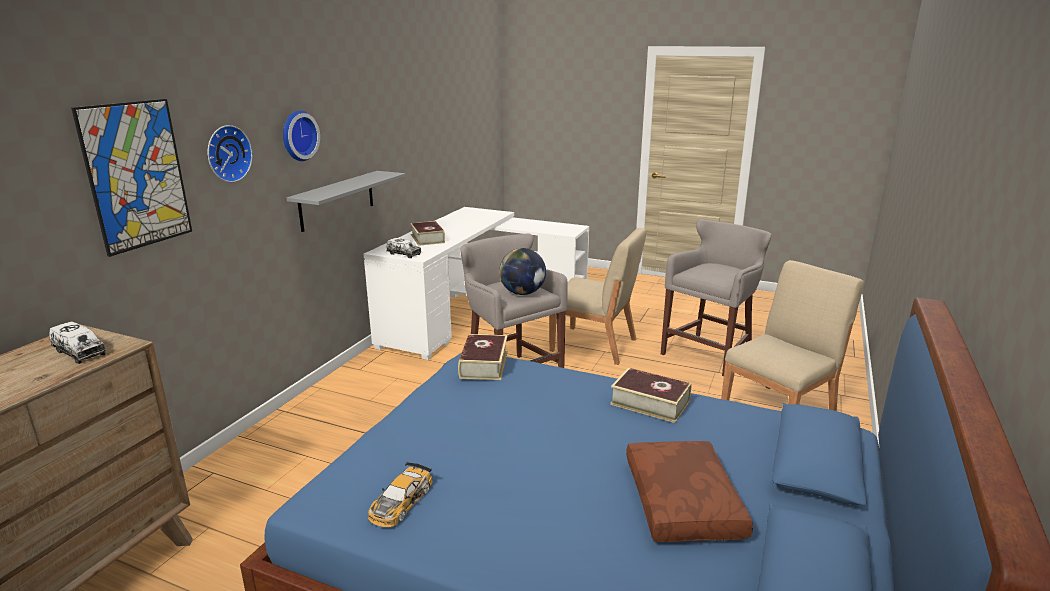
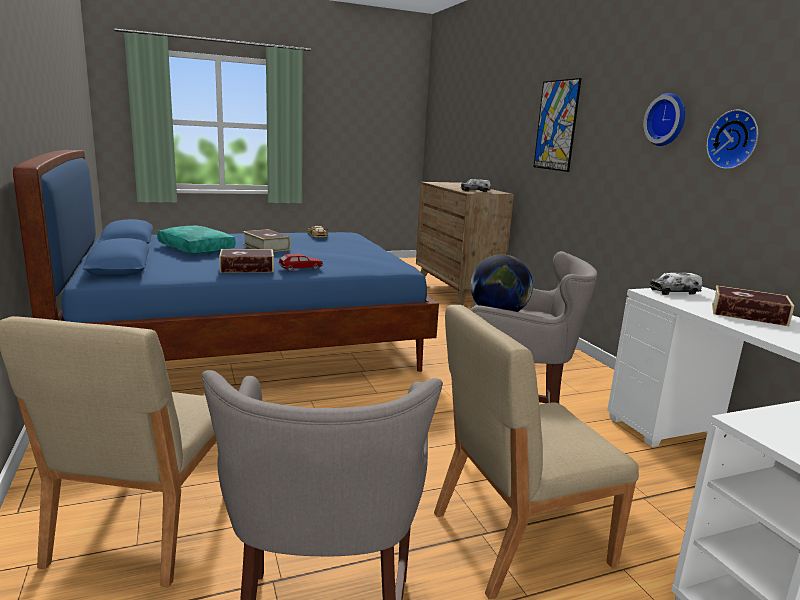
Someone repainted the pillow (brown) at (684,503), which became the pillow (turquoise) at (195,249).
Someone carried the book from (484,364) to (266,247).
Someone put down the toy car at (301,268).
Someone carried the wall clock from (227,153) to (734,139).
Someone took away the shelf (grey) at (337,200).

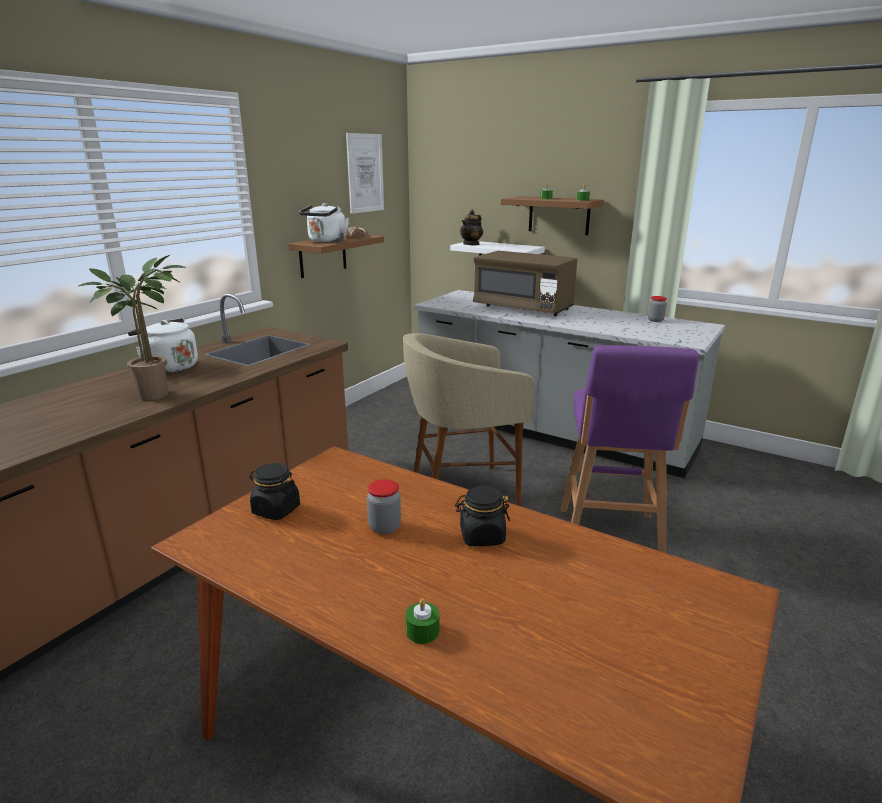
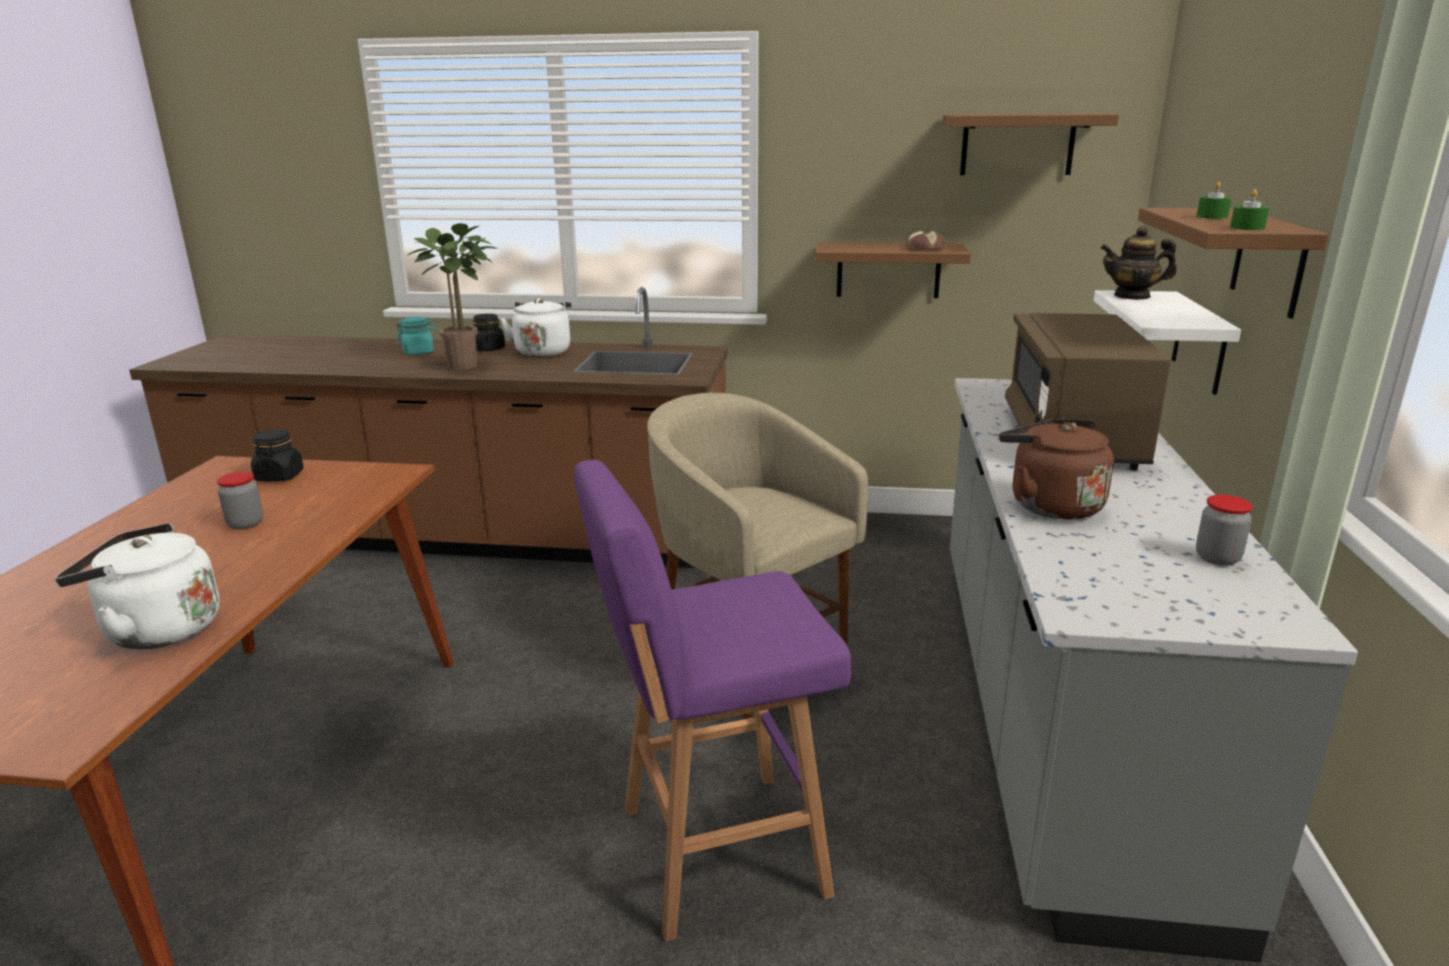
Someone carried the kettle (white) from (326,241) to (156,630).
Someone put down the jar (turquoise) at (418,352).
Someone carried the jar (black) from (481,536) to (488,348).
Someone swapped the picture at (365,173) for the shelf (brown) at (1017,144).
Someone put down the kettle (brown) at (1050,505).
Someone took away the candle (green) at (422,631).

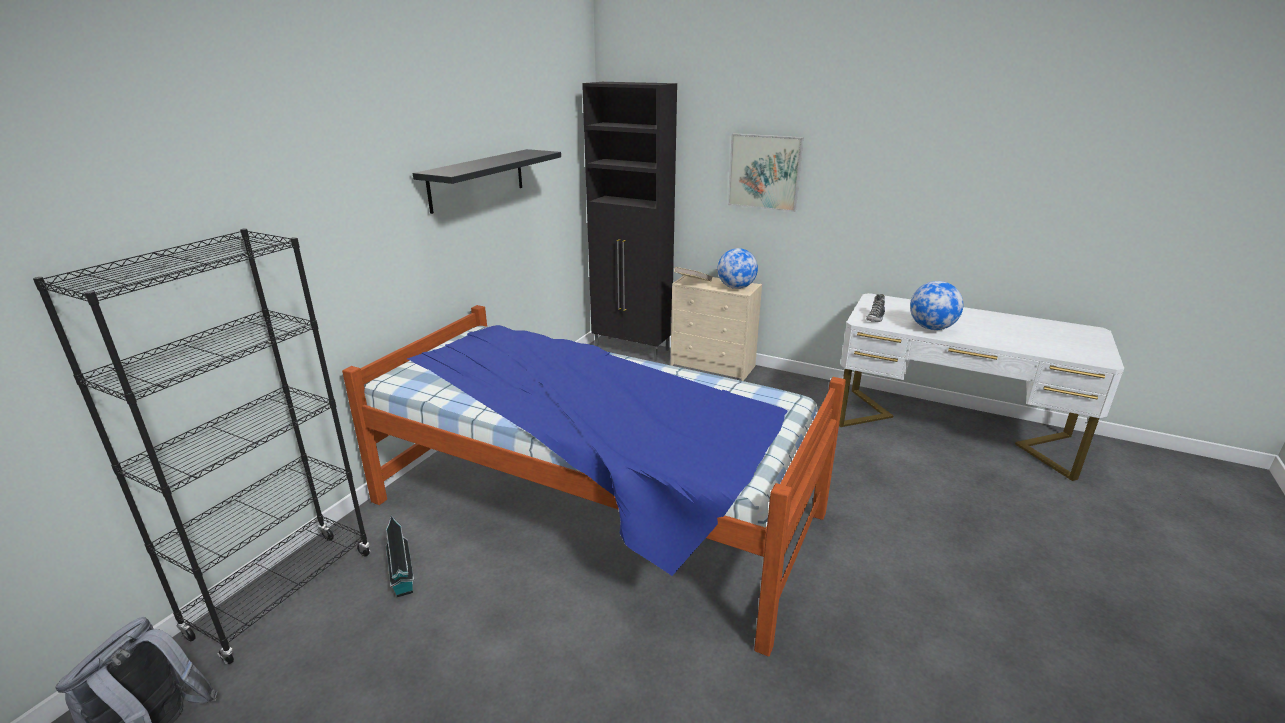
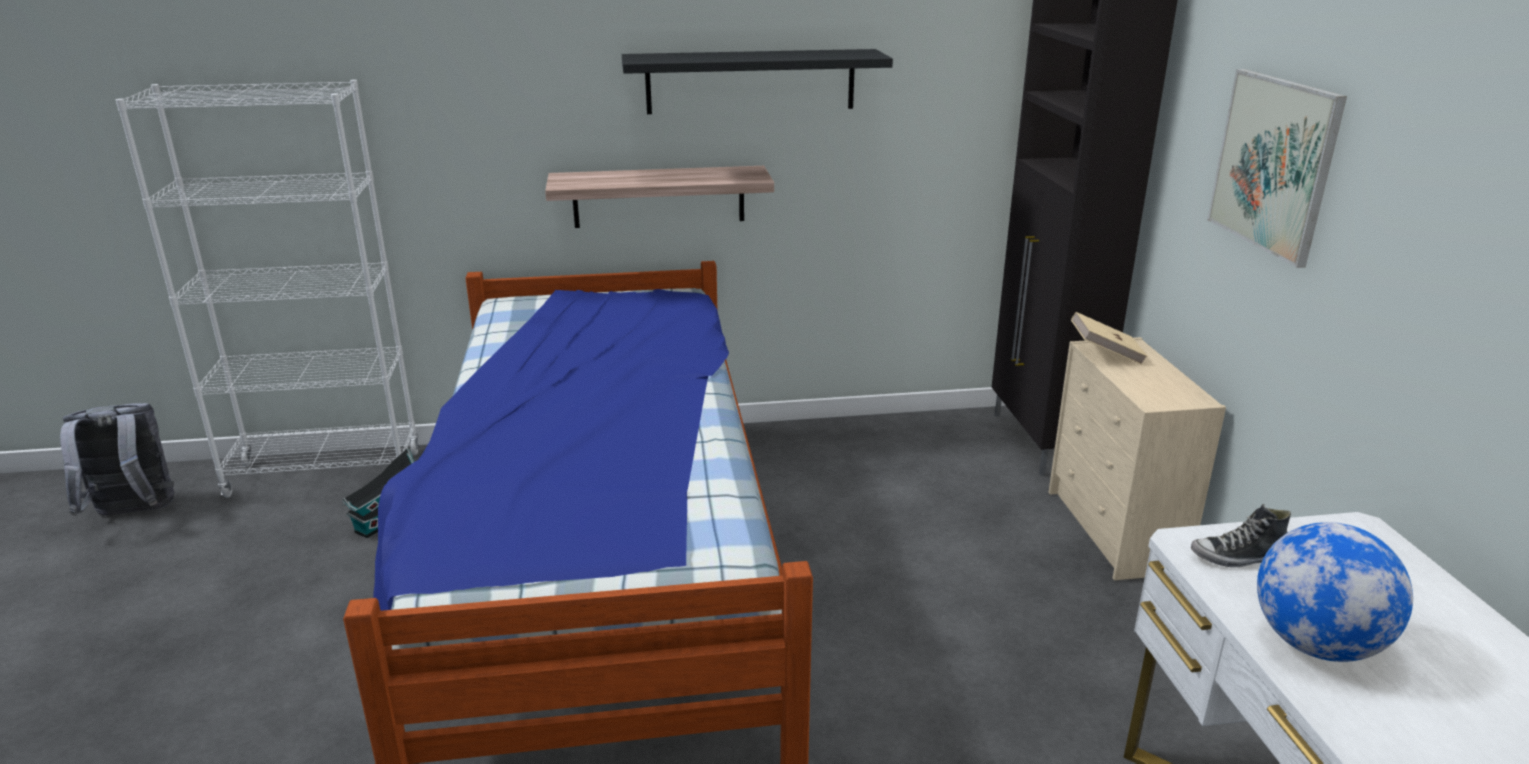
Someone repainted the bookcase (black) at (284,593), which became the bookcase (white) at (326,474).
Someone put up the shelf at (659,196).
Someone took away the globe at (736,287).

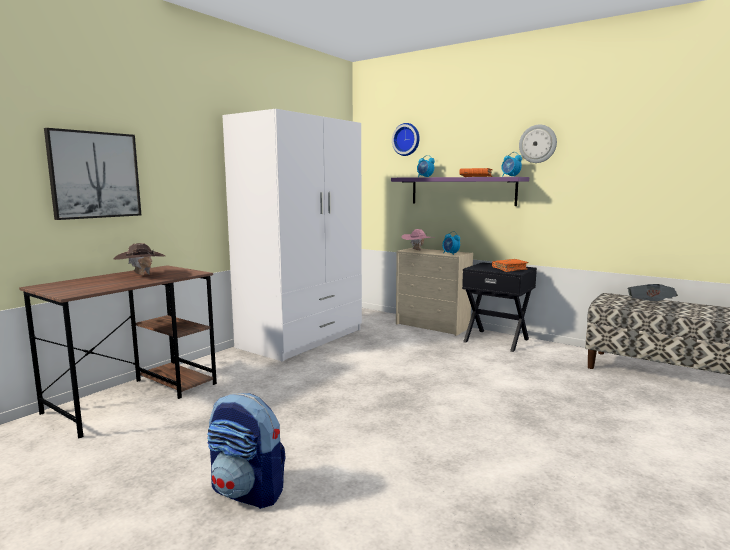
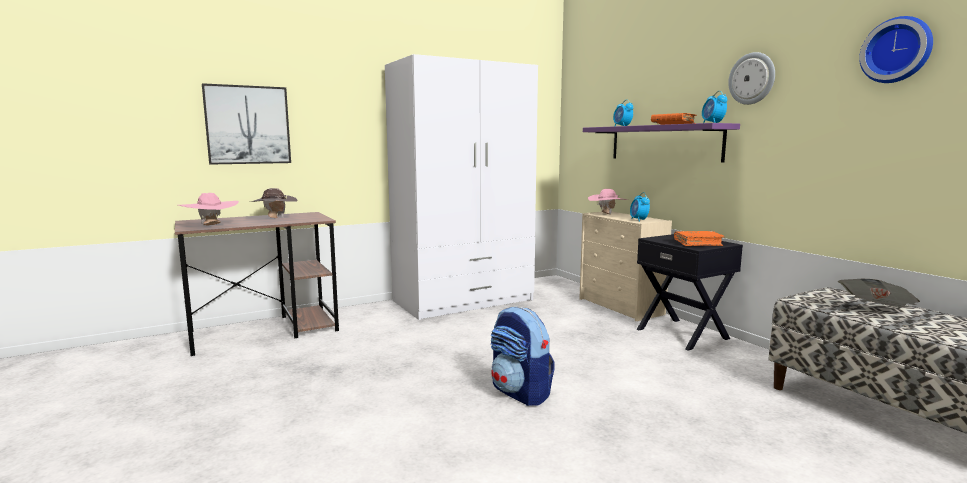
Someone put down the hat (pink) at (211,226).
Someone carried the backpack from (248,492) to (520,393).
Someone carried the wall clock from (407,139) to (897,50).

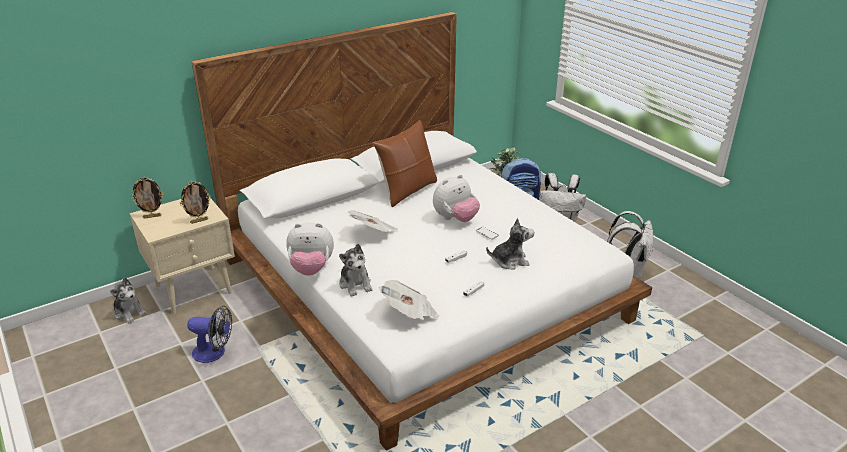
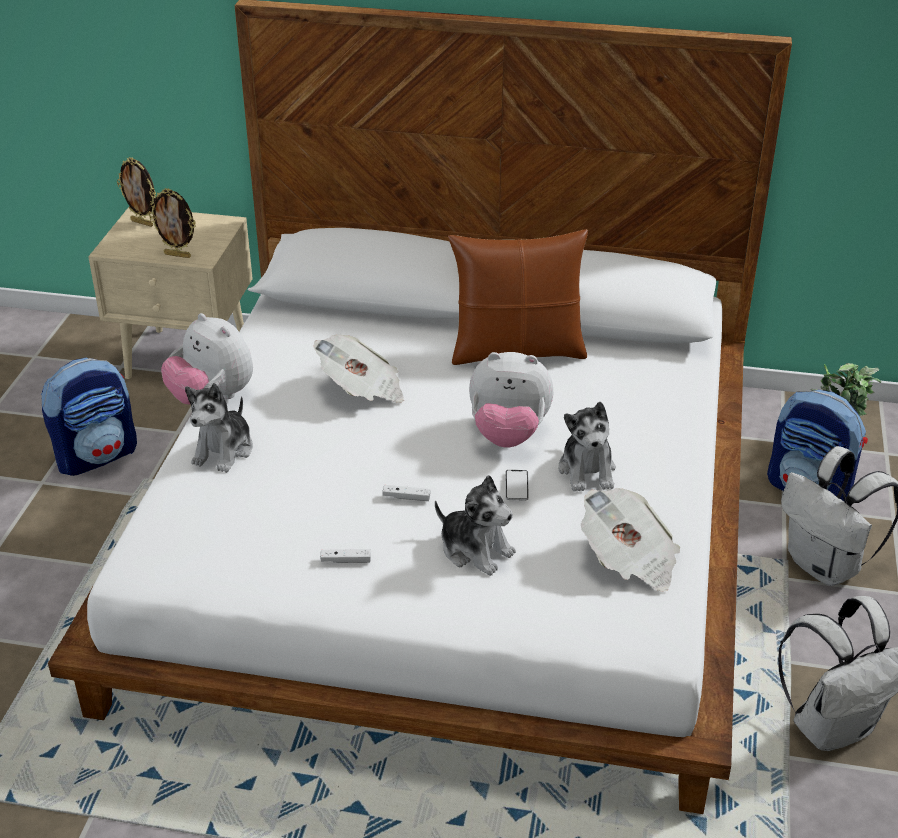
Someone swapped the fan at (214,352) for the backpack at (97,456).
Someone carried the plush toy from (129,312) to (587,470).
Someone carried the newspaper from (409,313) to (629,560).

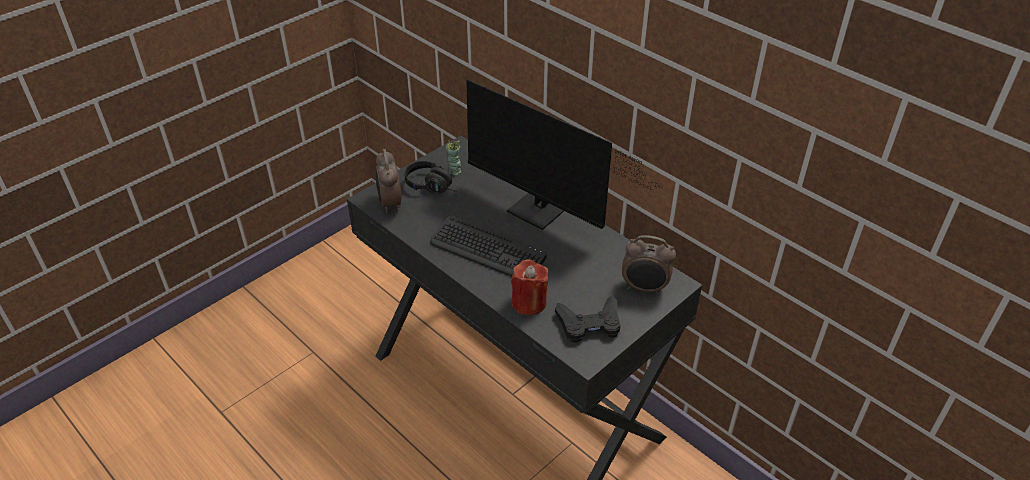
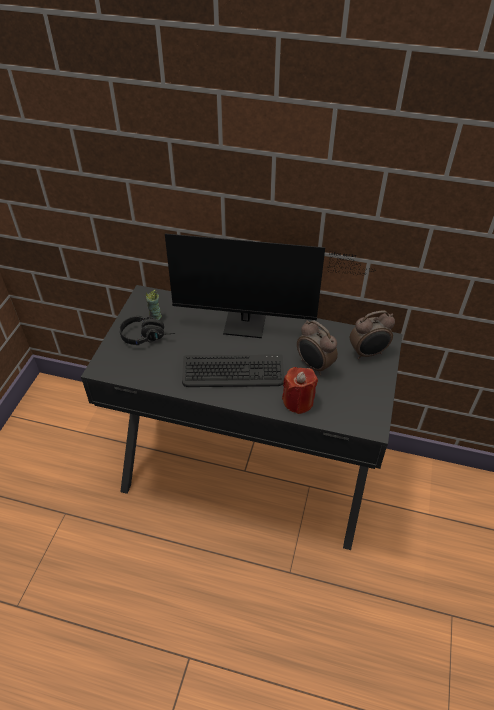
Someone carried the alarm clock from (390,204) to (314,366).
Someone took away the game controller (black) at (589,324).

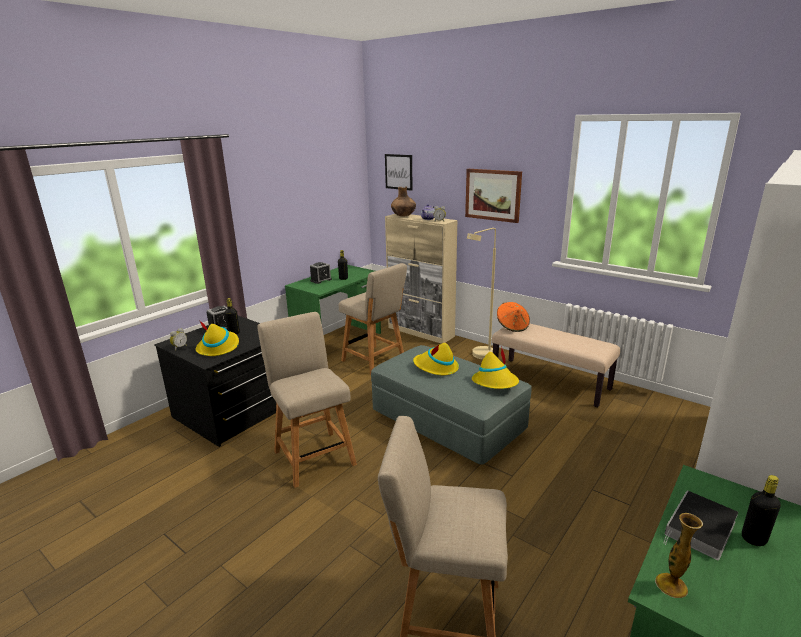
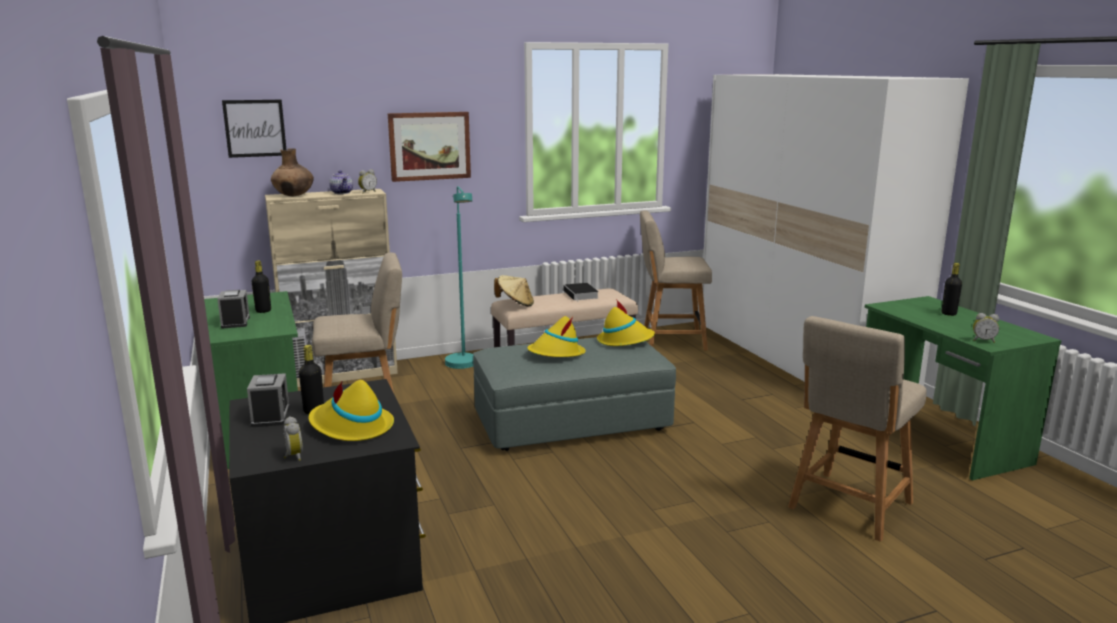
Someone repainted the floor lamp (beige) at (480,356), which became the floor lamp (turquoise) at (463,366).
Someone repainted the hat (orange) at (512,326), which became the hat (beige) at (515,304).
Someone carried the book from (700,529) to (581,294).
Someone carried the chair (beige) from (313,455) to (670,340).
Someone swapped the vase at (671,585) for the alarm clock at (983,340).

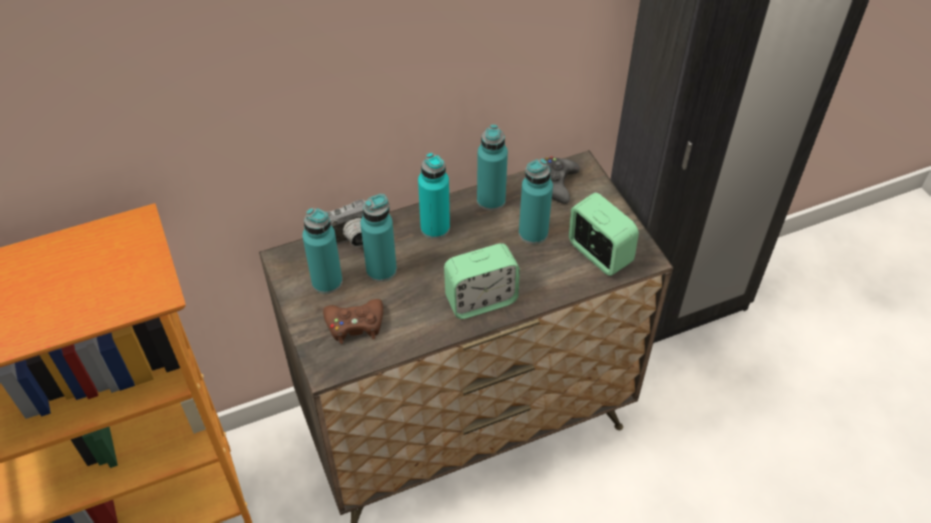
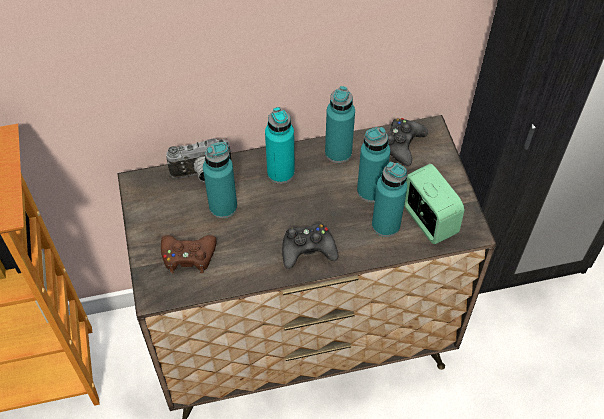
Someone swapped the alarm clock at (481,300) for the game controller (black) at (308,250).
Someone carried the bottle (turquoise) from (327,282) to (386,225).

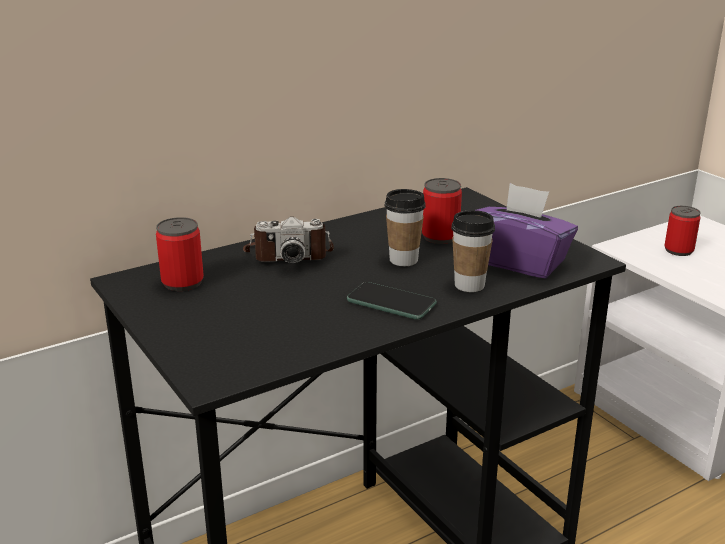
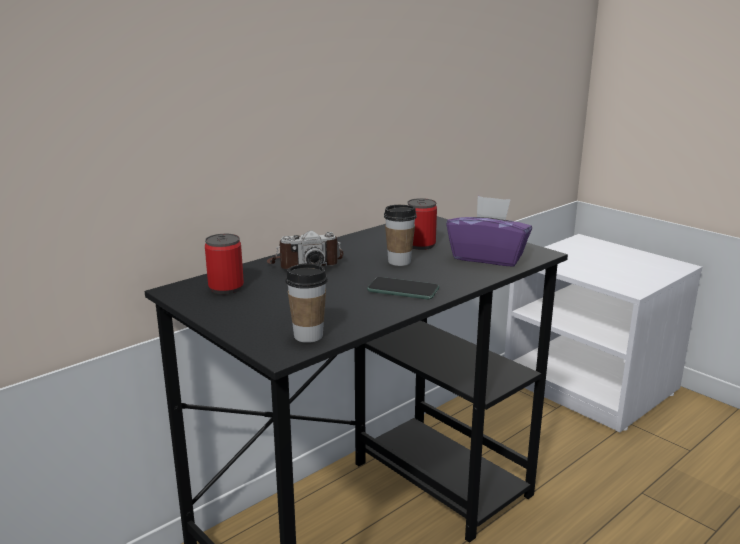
Someone carried the cup from (469,285) to (308,336).
Someone took away the can at (678,250).

